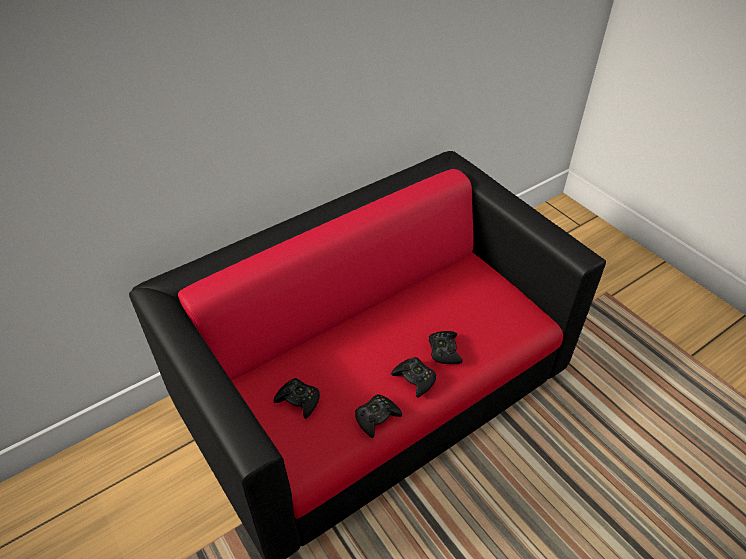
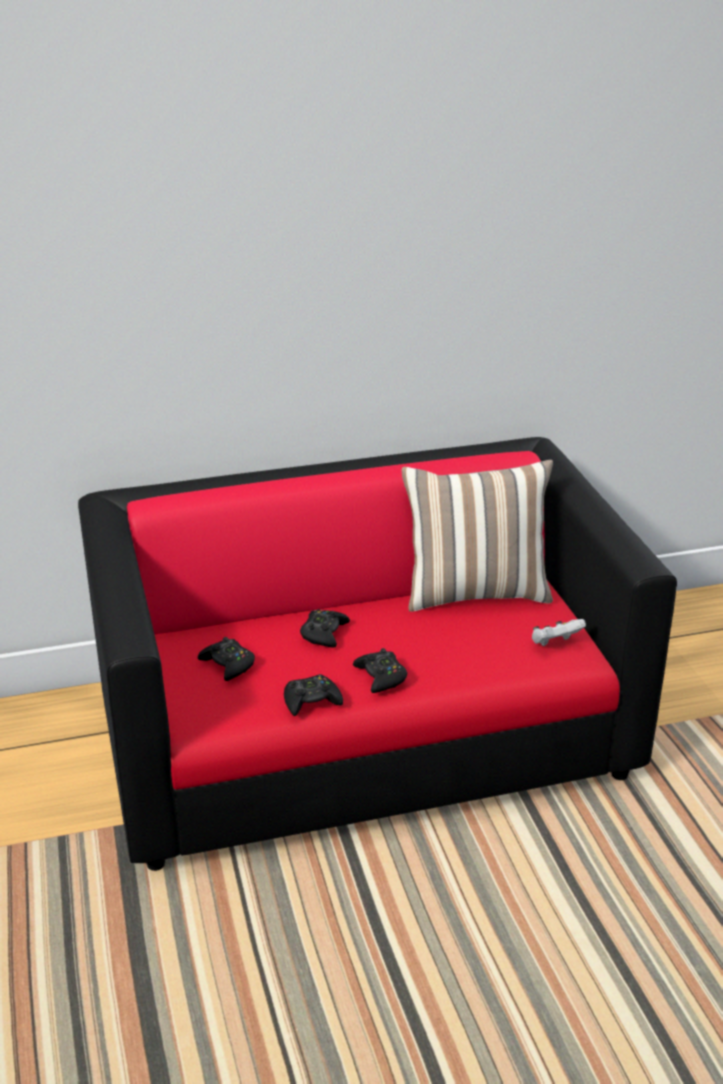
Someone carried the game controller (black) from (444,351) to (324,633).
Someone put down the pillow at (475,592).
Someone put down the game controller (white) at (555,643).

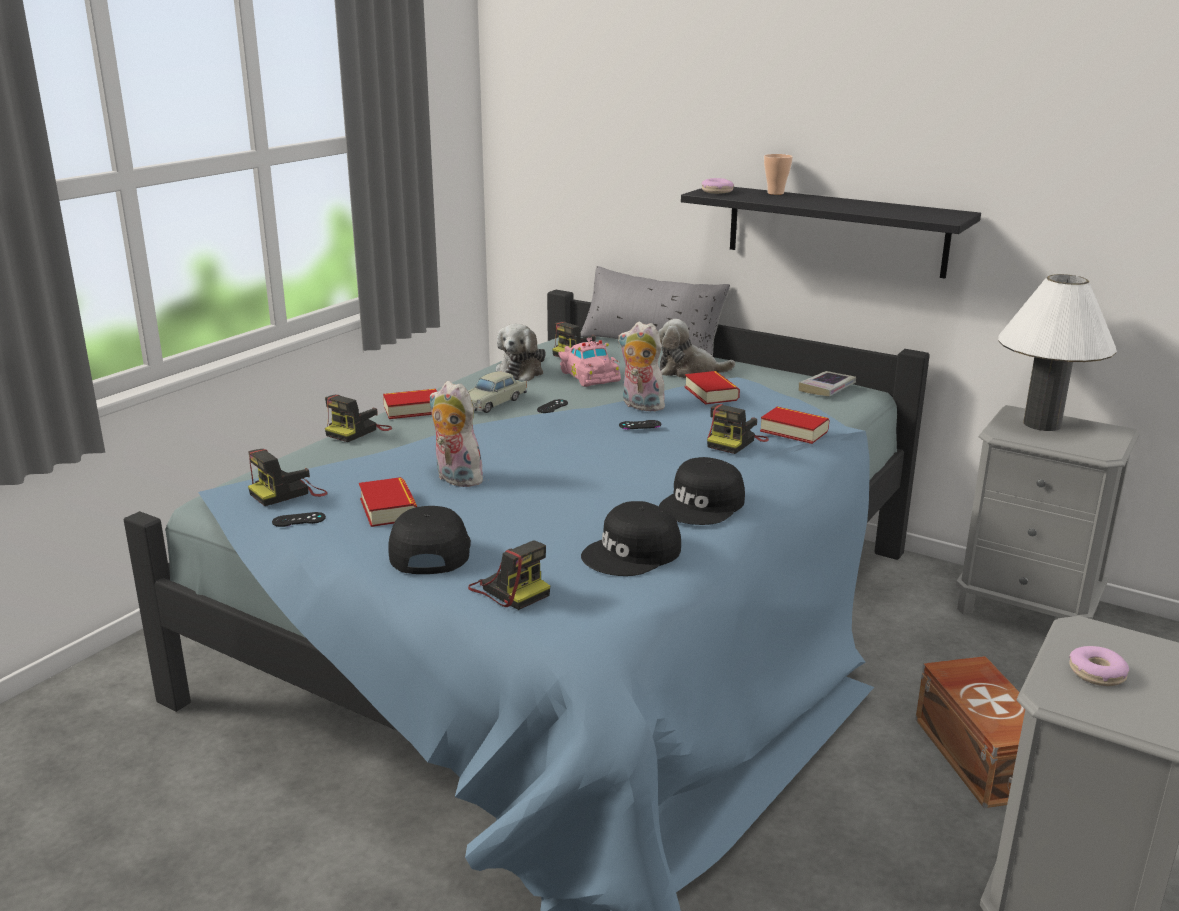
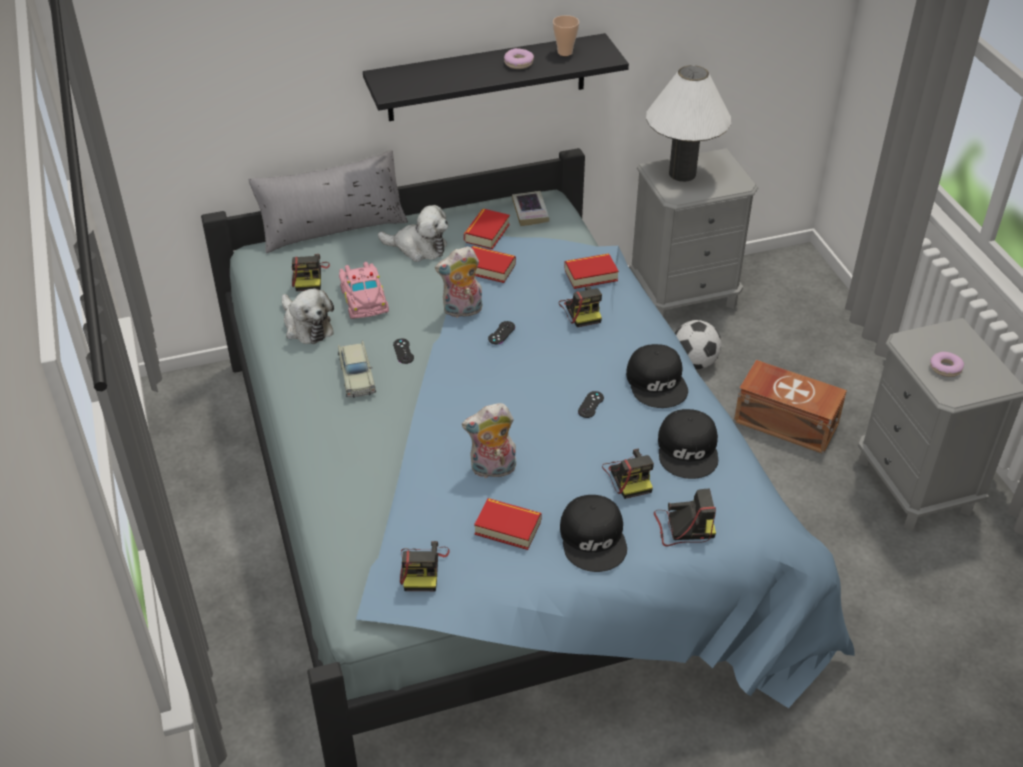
Someone rotated the toy car (pink) at (589,375) by 60 degrees clockwise.
Someone rotated the plush toy at (688,371) by 120 degrees counterclockwise.
Someone carried the book from (412,410) to (487,233).
Someone carried the donut from (717,191) to (518,63).
Someone carried the cup from (775,193) to (565,52).
Someone rotated the cap (black) at (428,550) by 135 degrees counterclockwise.
Someone carried the game controller (black) from (299,520) to (591,404).
Someone carried the photo camera from (358,431) to (629,476).
Someone put down the football at (694,363).

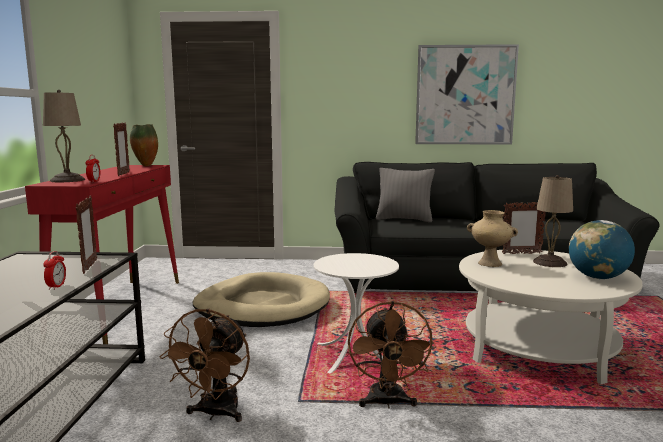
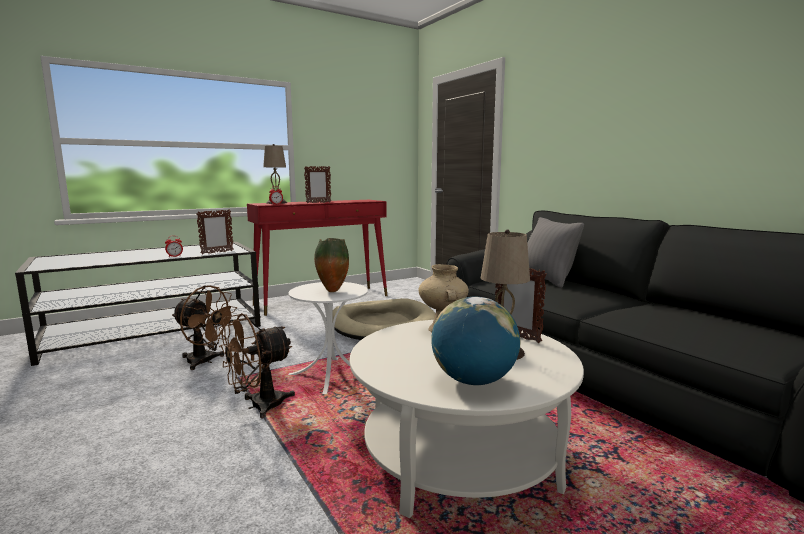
Someone rotated the fan (brown) at (215,414) by 135 degrees counterclockwise.
Someone carried the vase from (145,166) to (332,291).
Someone took away the picture at (465,95).

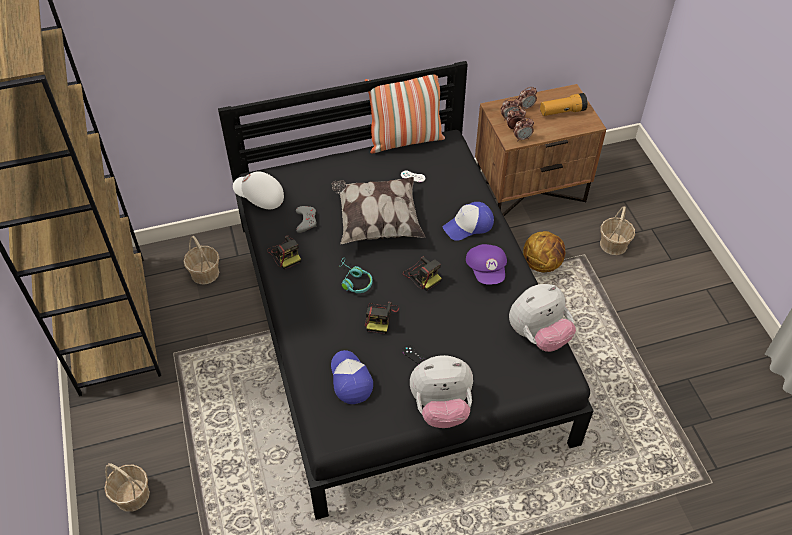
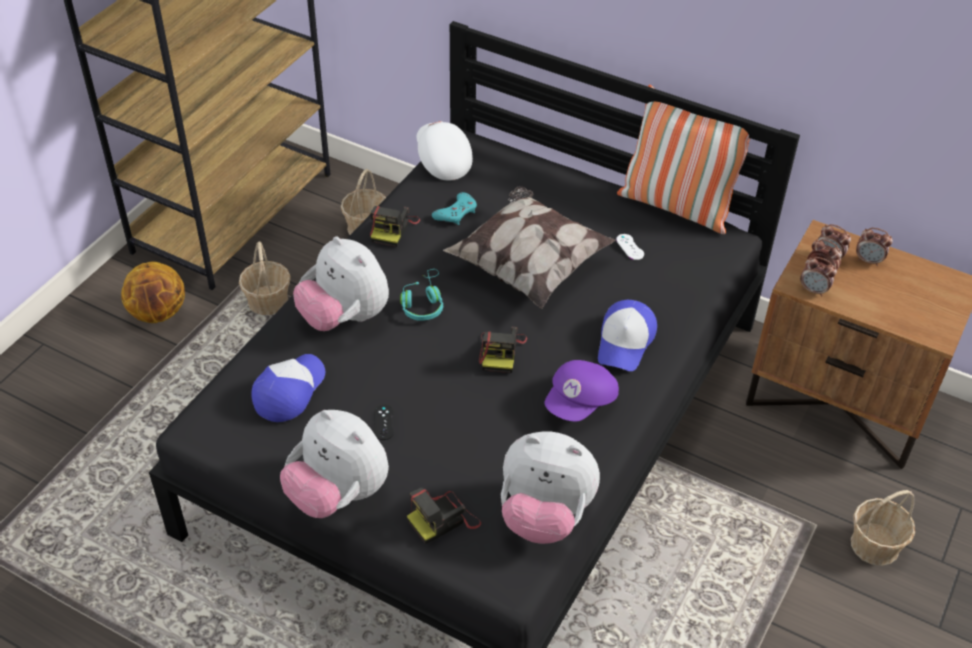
Someone carried the basketball from (542,264) to (158,313).
Someone carried the basket from (132,495) to (268,301).
Someone put down the plush toy at (344,317).
Someone carried the photo camera from (380,317) to (443,519).
Someone repainted the game controller (grey) at (306,221), which became the game controller (turquoise) at (456,213).
Someone rotated the cap at (468,226) by 90 degrees counterclockwise.
Someone took away the flashlight at (562,111).

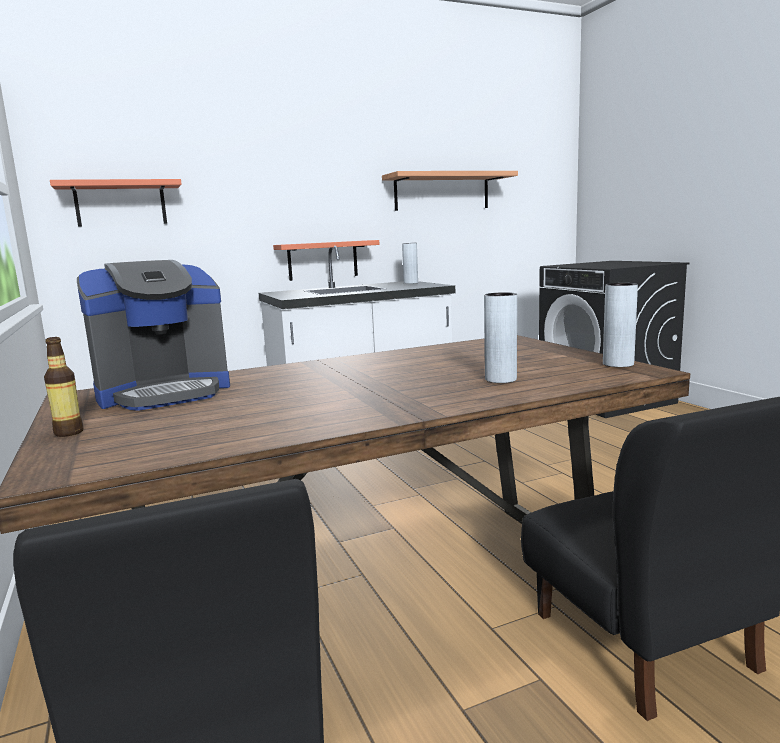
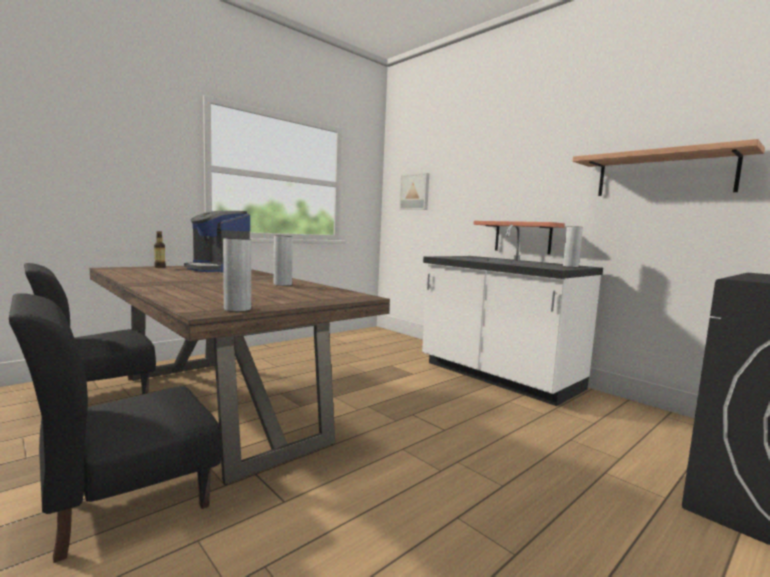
Someone carried the vase (grey) from (500,379) to (282,284).
Someone swapped the shelf at (120,204) for the picture at (415,192).

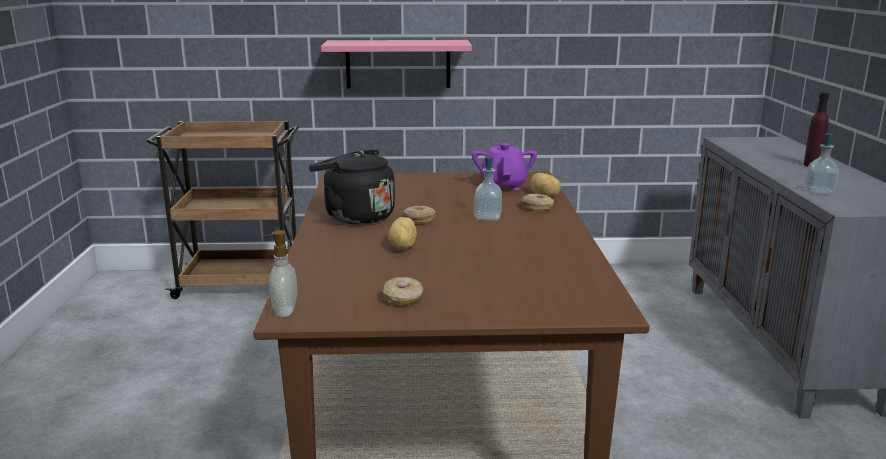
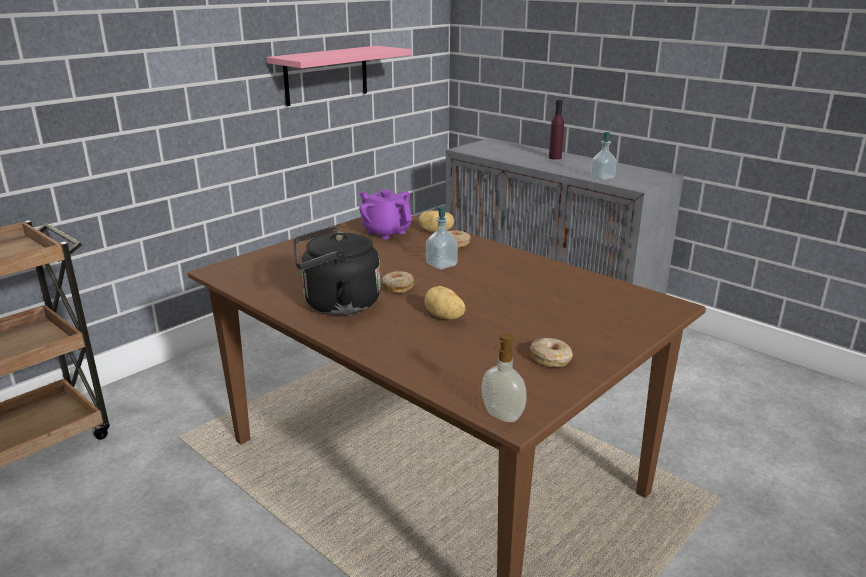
Someone carried the shelf (pink) from (398,64) to (326,75).

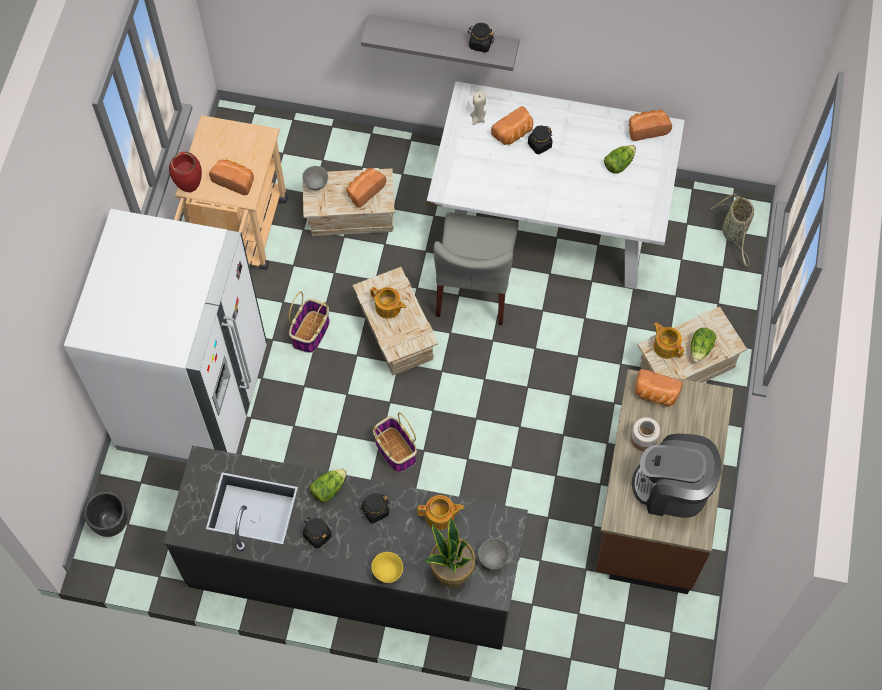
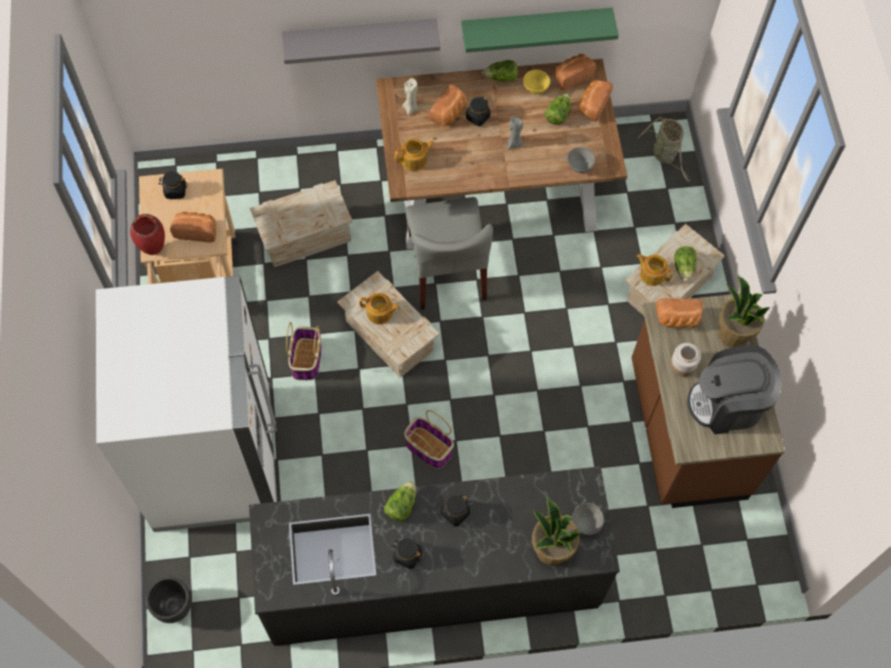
Someone carried the jar (black) from (480,44) to (175,191).
Someone repainted the dining table (white) at (551,217), which became the dining table (brown) at (495,187).
Someone carried the teapot from (440,516) to (414,160).
Someone put up the shelf (green) at (535,26).
Someone put down the lettuce at (501,78).
Someone put down the candle (grey) at (514,144).
Someone carried the bowl (yellow) from (388,572) to (535,89).
Someone carried the bowl (grey) from (316,185) to (579,167).
Someone carried the bread from (364,191) to (592,105).
Someone put down the potted plant at (732,335).

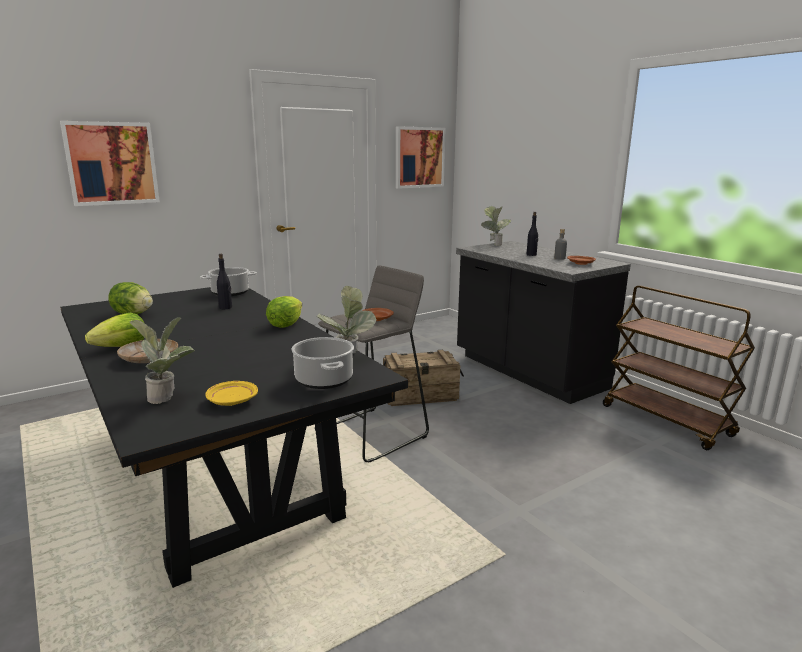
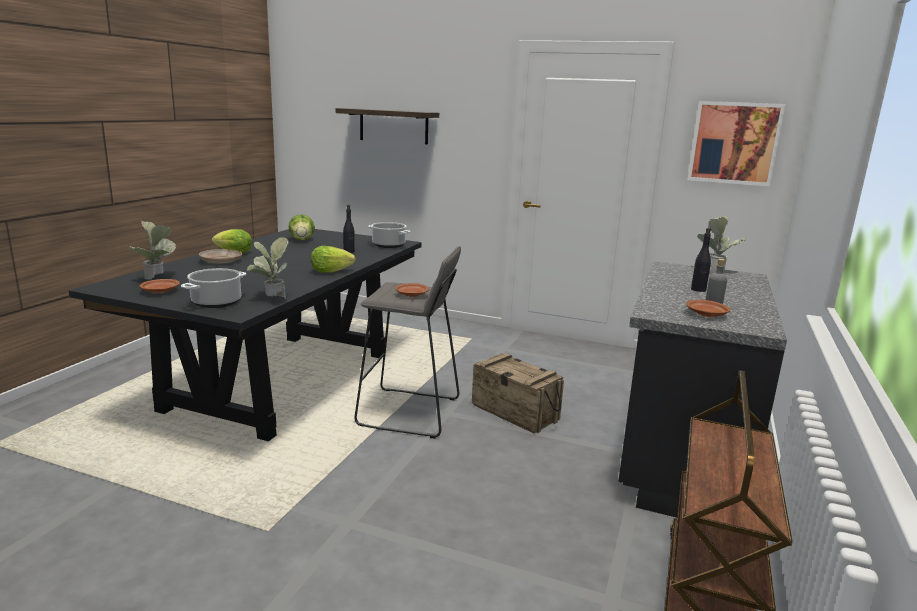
Someone repainted the plate (yellow) at (232,401), which became the plate (brown) at (160,291).
Someone swapped the picture at (112,163) for the shelf at (393,126).

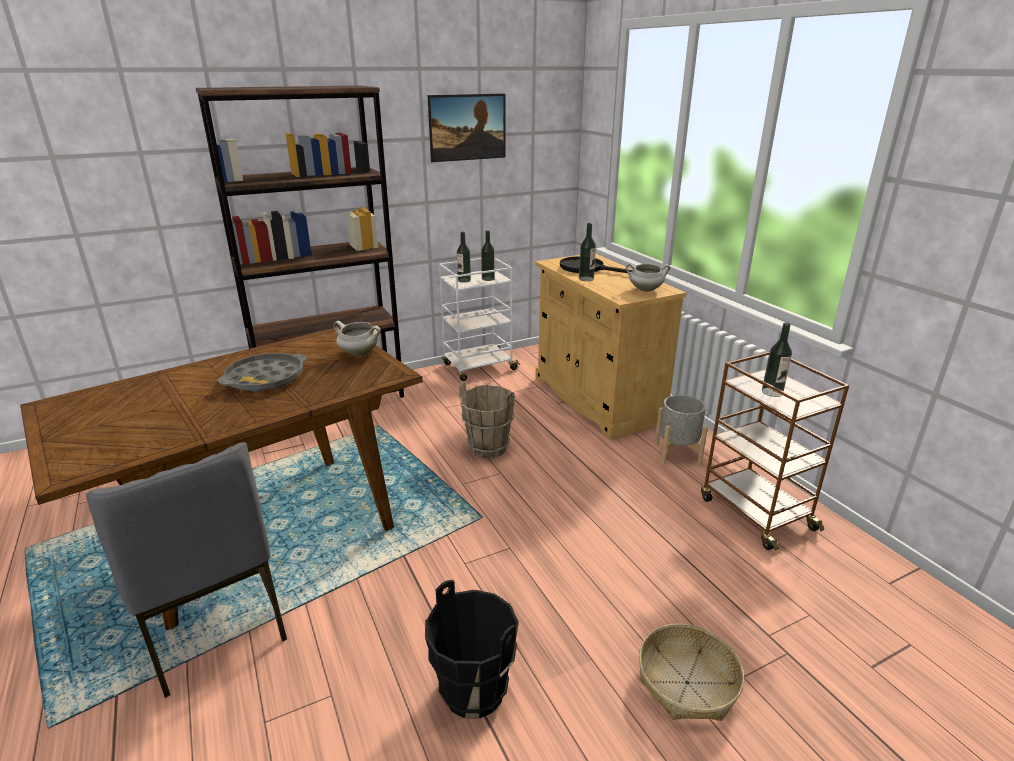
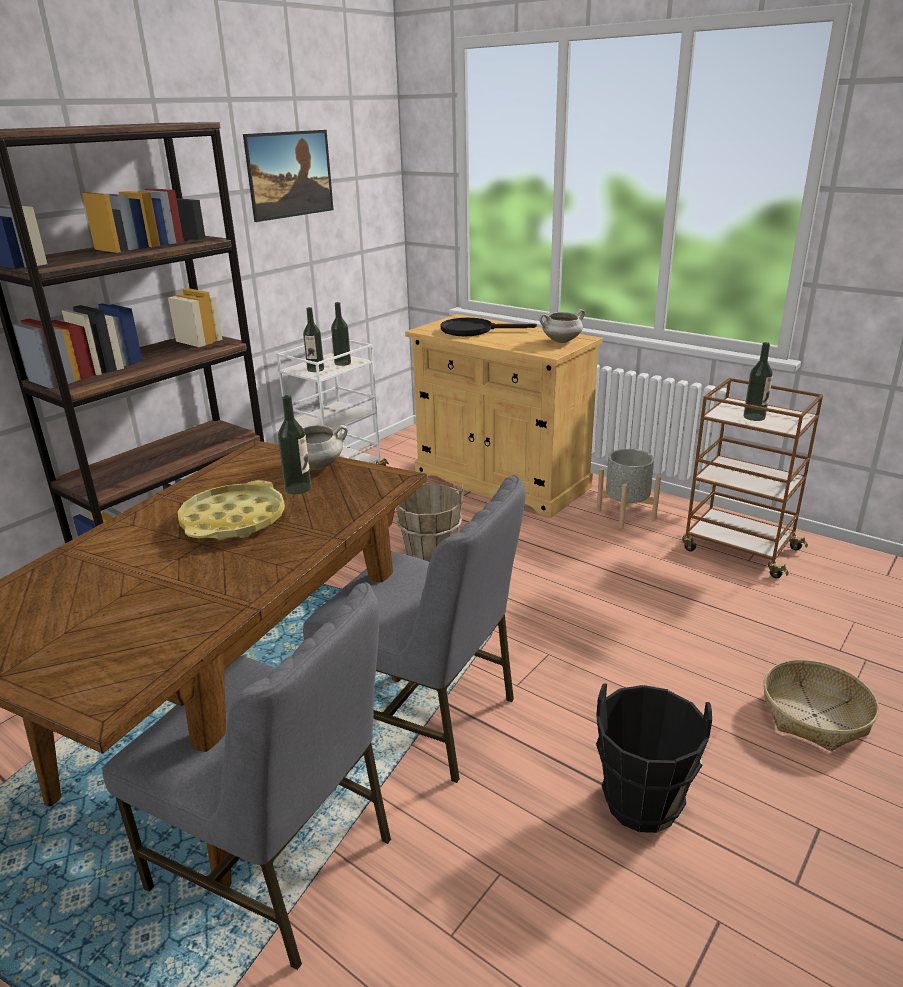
Someone repainted the tray (grey) at (265,378), which became the tray (yellow) at (234,520).
Someone carried the bottle from (586,279) to (298,488).
Someone put down the chair (grey) at (424,715).

